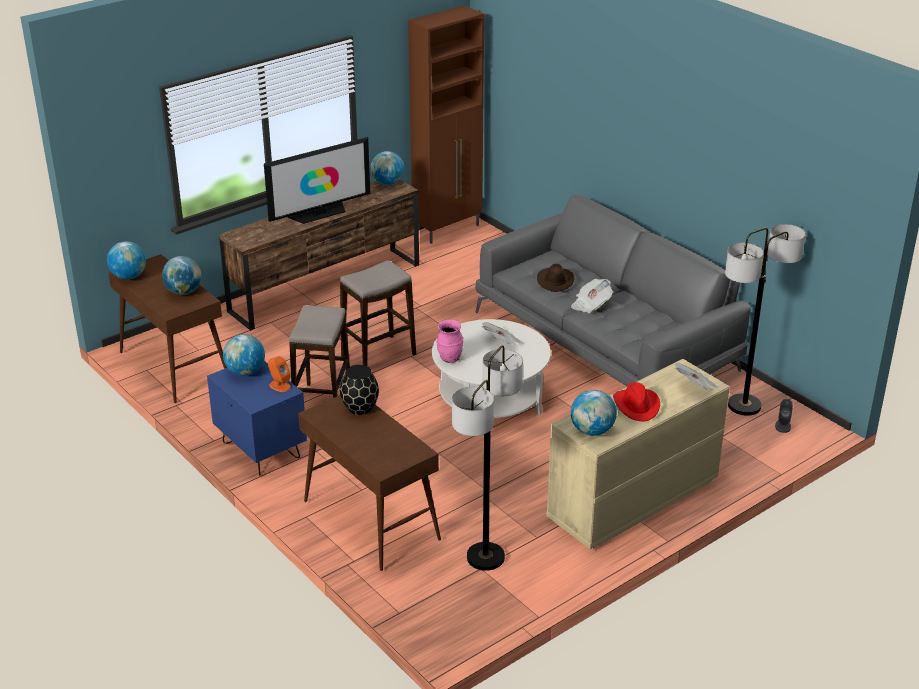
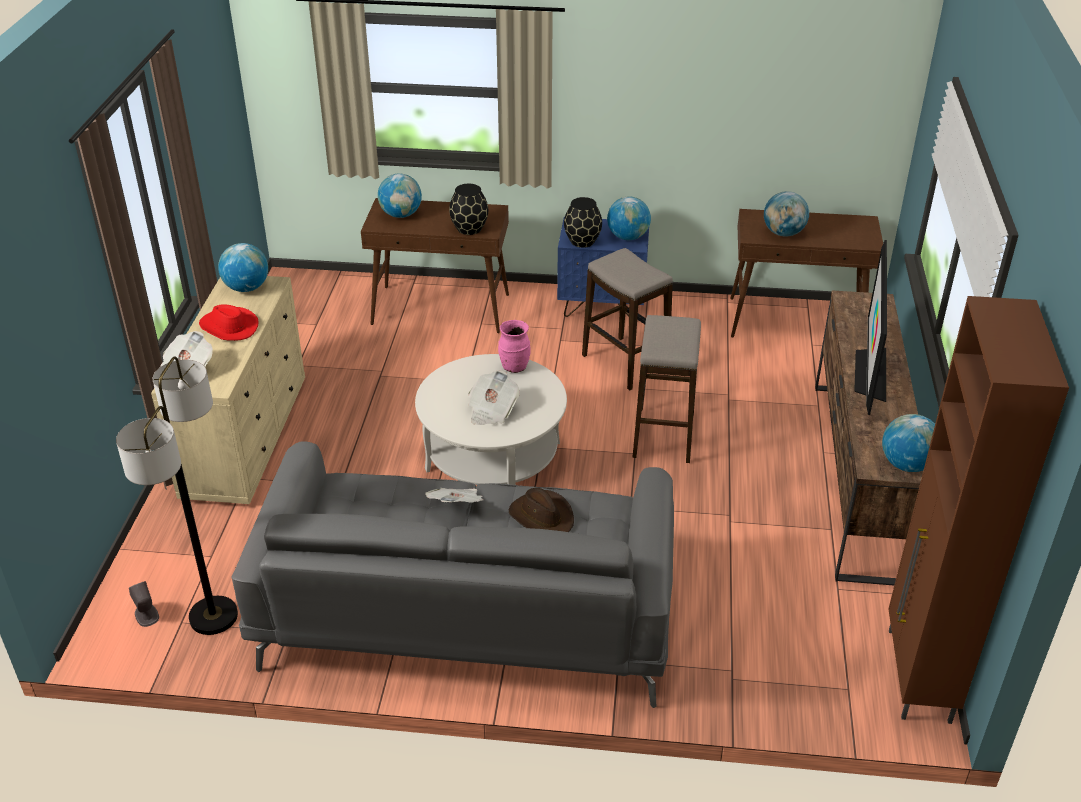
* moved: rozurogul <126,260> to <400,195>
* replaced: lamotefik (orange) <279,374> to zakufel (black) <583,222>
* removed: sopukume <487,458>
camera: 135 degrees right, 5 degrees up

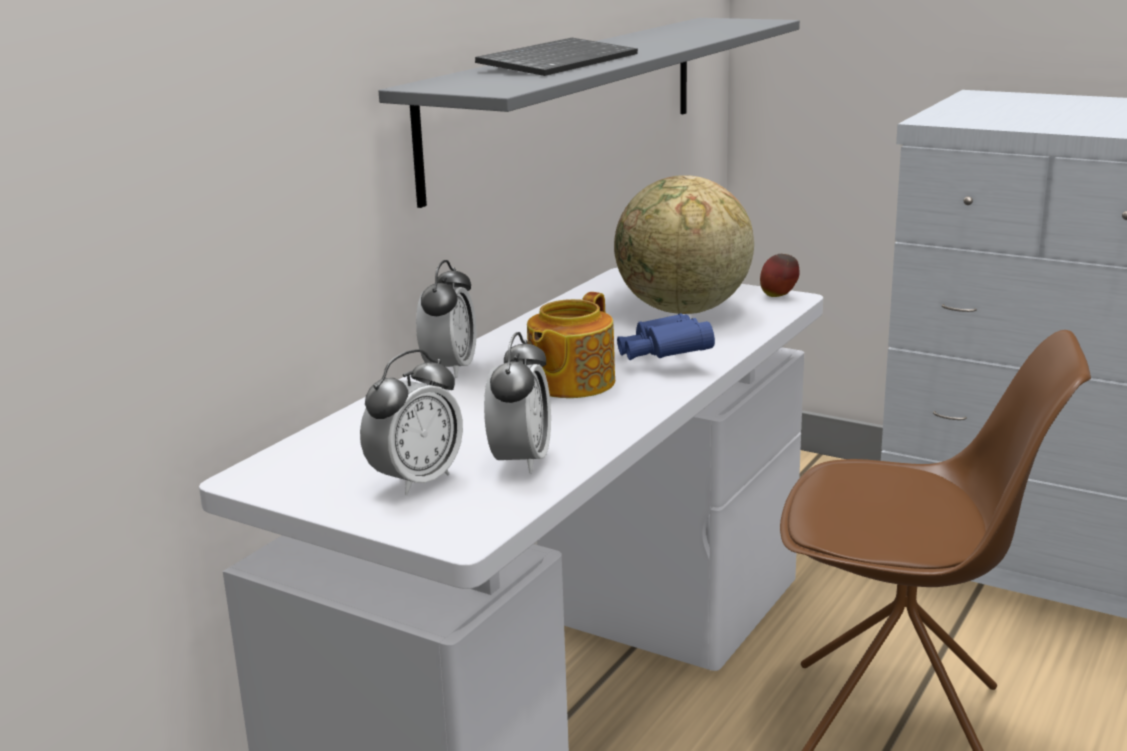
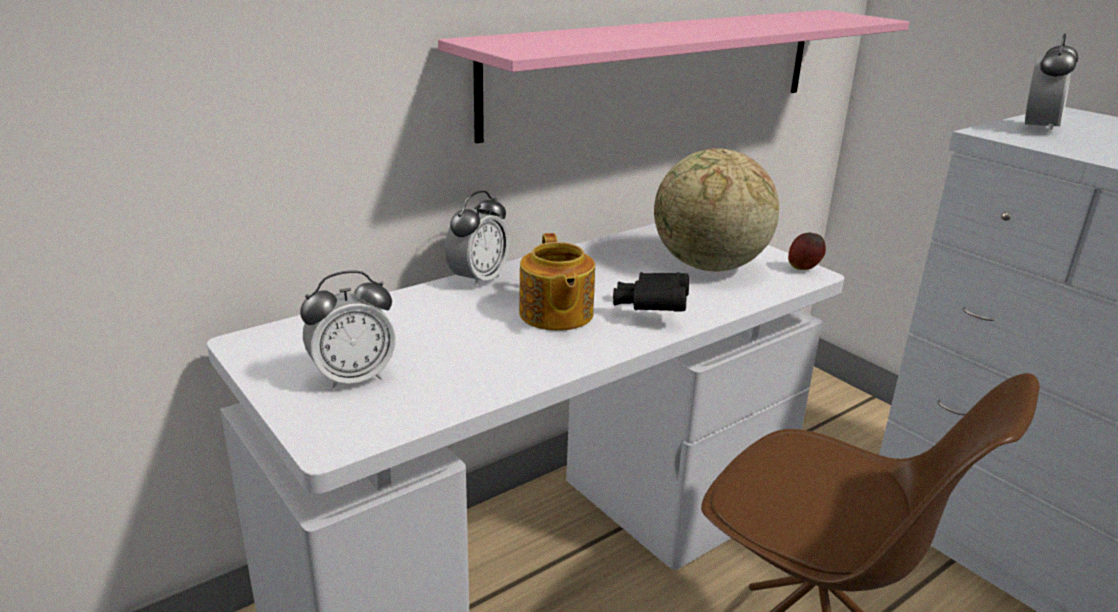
* recoloured: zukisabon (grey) <589,113> to zukisabon (pink) <674,77>
* removed: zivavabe <556,57>
* moved: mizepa <517,403> to <1051,84>
* turned: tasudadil <571,345> = <557,282> 60 degrees counterclockwise
* recoloured: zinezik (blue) <666,336> to zinezik (black) <651,292>
camera: 20 degrees right, 5 degrees up

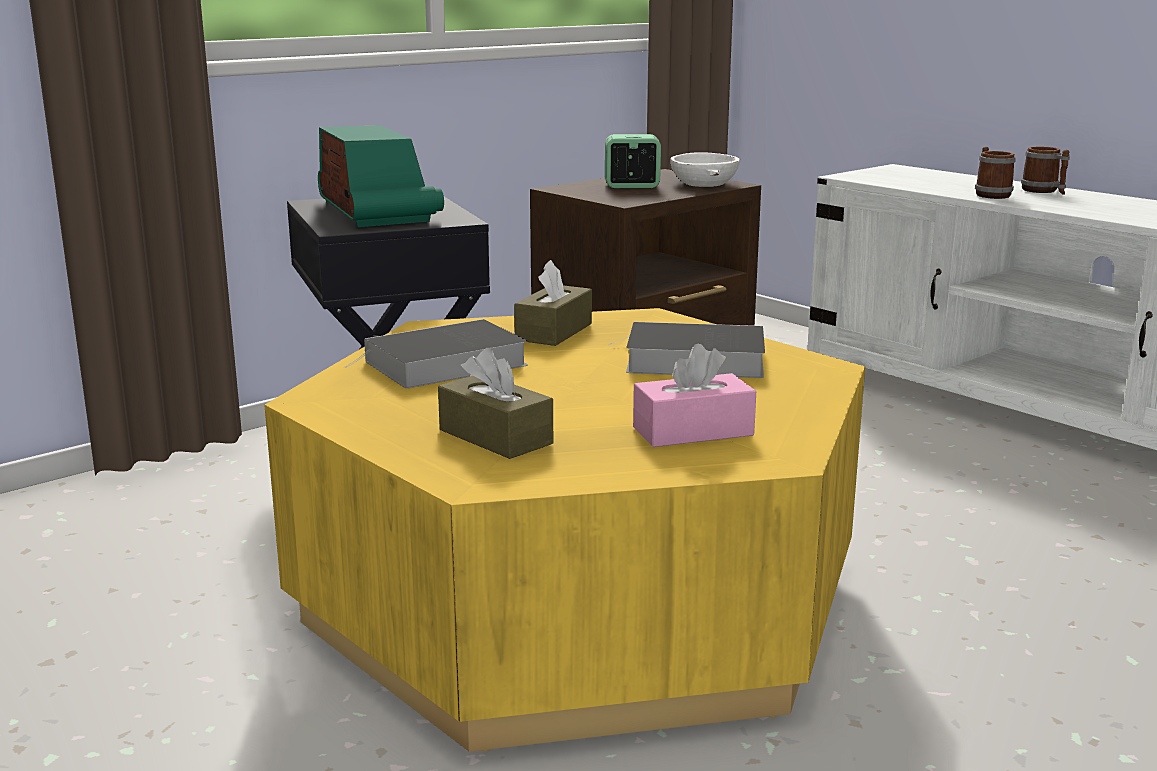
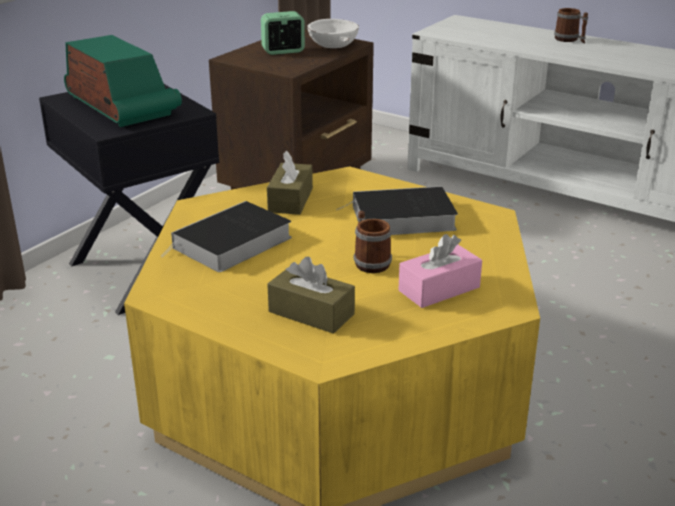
* moved: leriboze <995,173> to <373,242>
camera: 15 degrees left, 10 degrees up

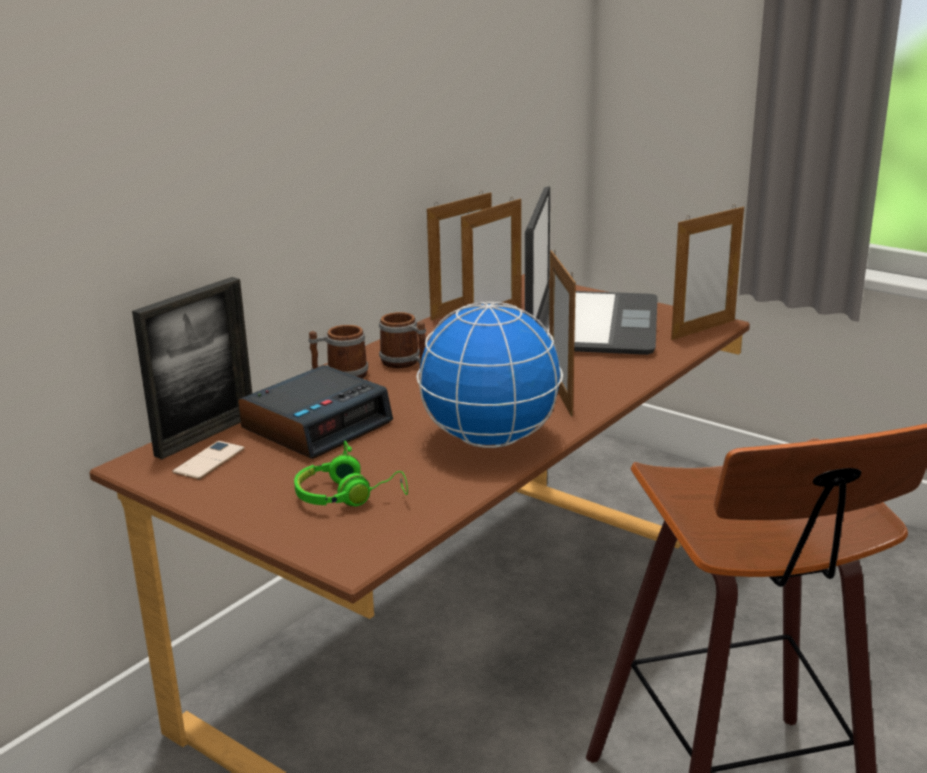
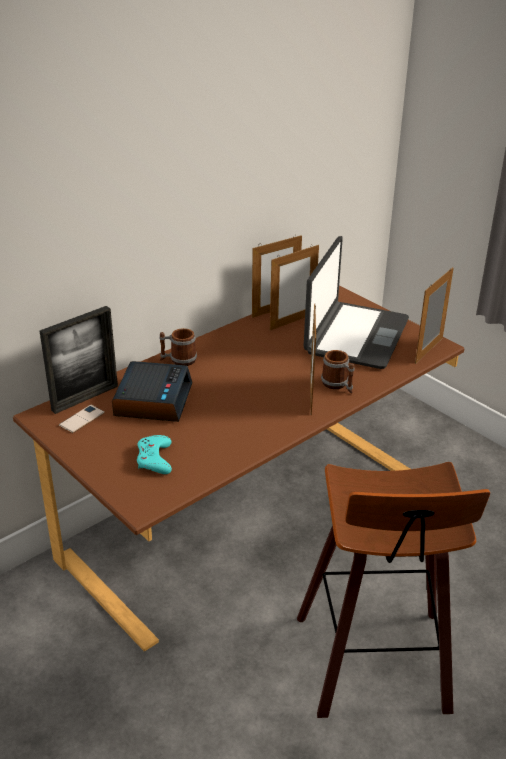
* turned: mizepa <315,412> = <152,391> 45 degrees counterclockwise
* replaced: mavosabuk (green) <351,473> to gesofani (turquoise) <154,454>
* moved: leriboze <402,340> to <338,371>
* removed: rozurogul <489,375>
* turned: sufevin <707,272> = <434,315> 150 degrees clockwise
camera: 10 degrees right, 10 degrees up

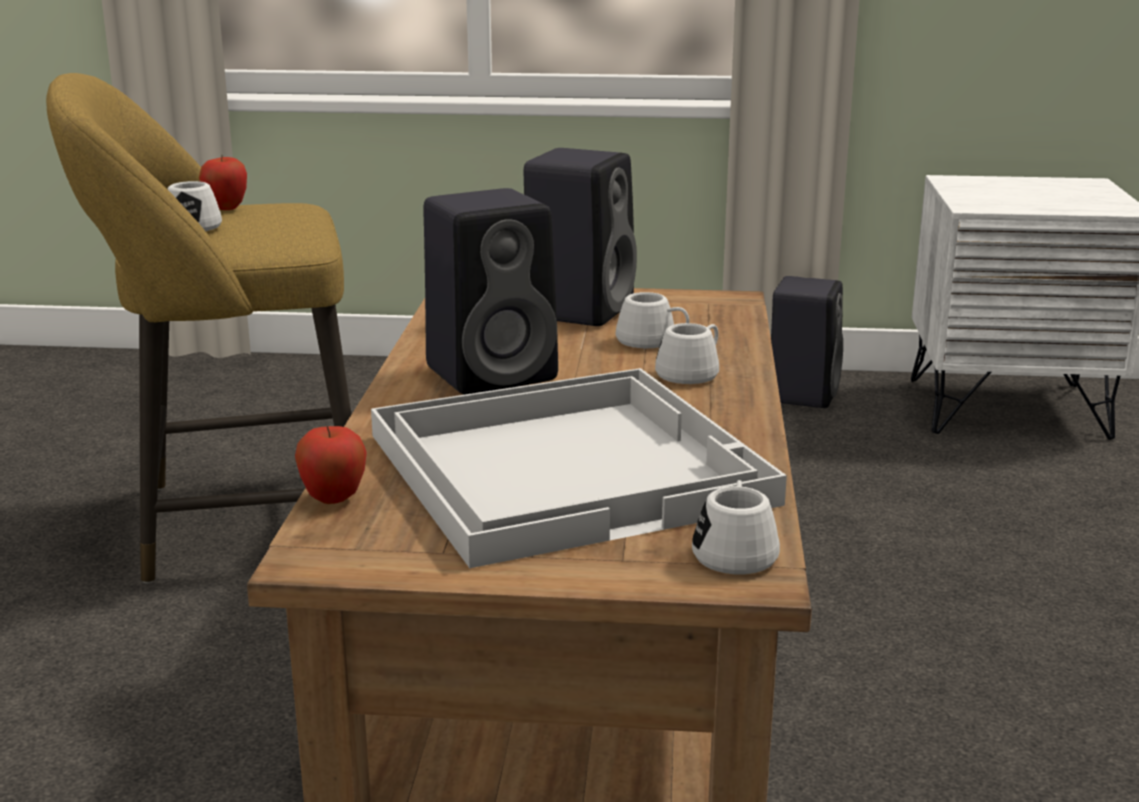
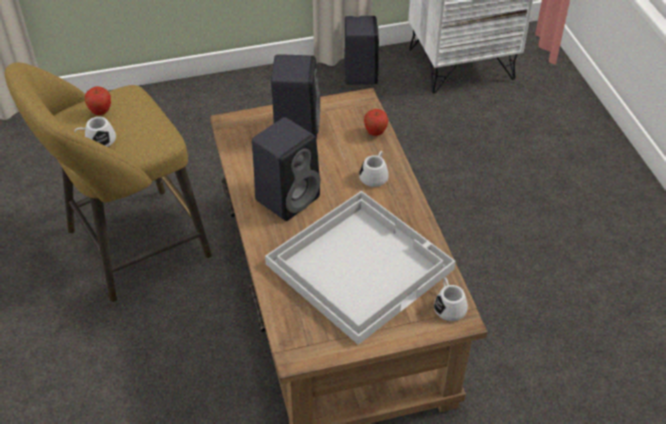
* moved: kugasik <331,465> to <376,122>
* removed: leriboze (white) <652,320>
camera: 20 degrees left, 25 degrees up

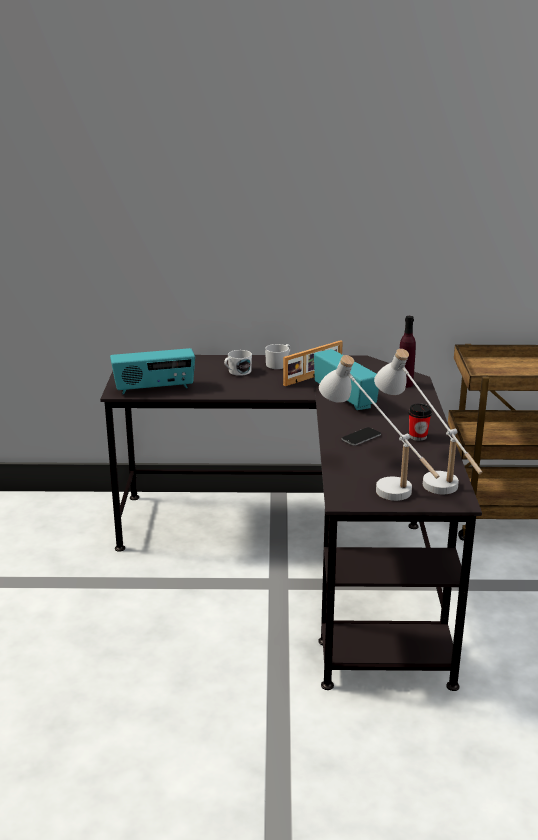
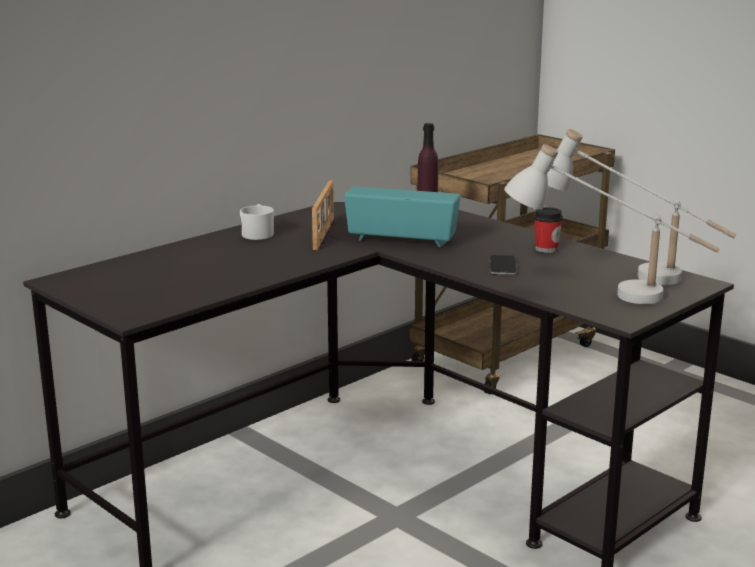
* removed: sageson <152,371>
* removed: leriboze (white) <238,363>
camera: 45 degrees left, 5 degrees down

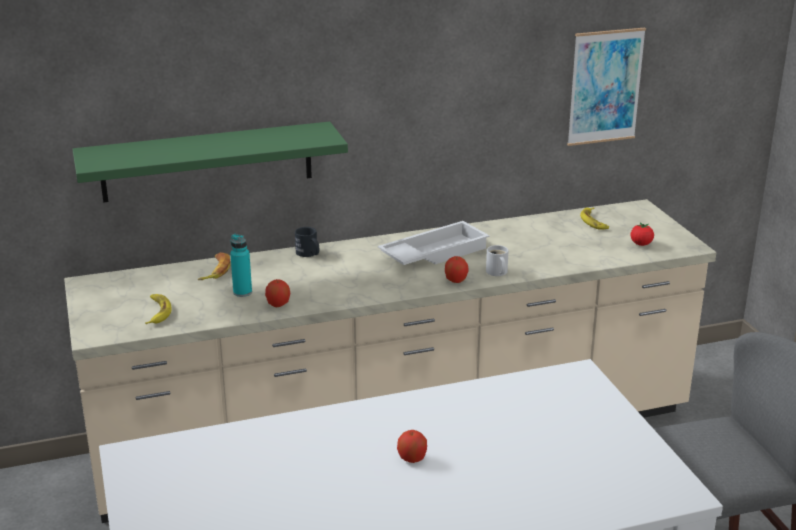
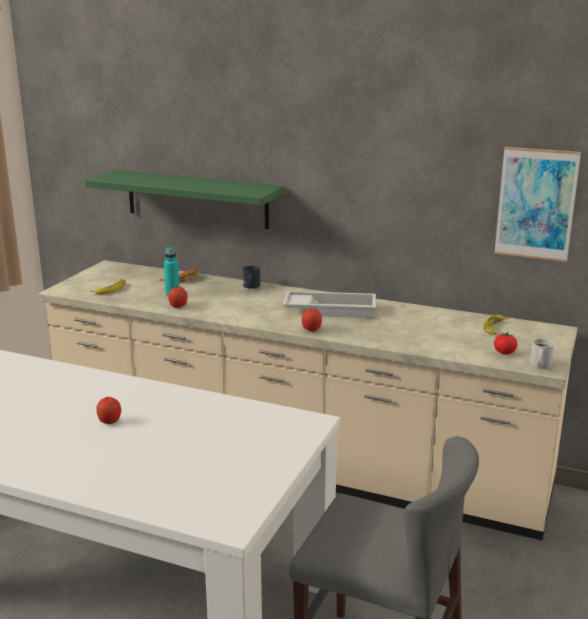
* moved: leriboze (white) <497,260> to <542,353>
camera: 40 degrees right, 5 degrees down

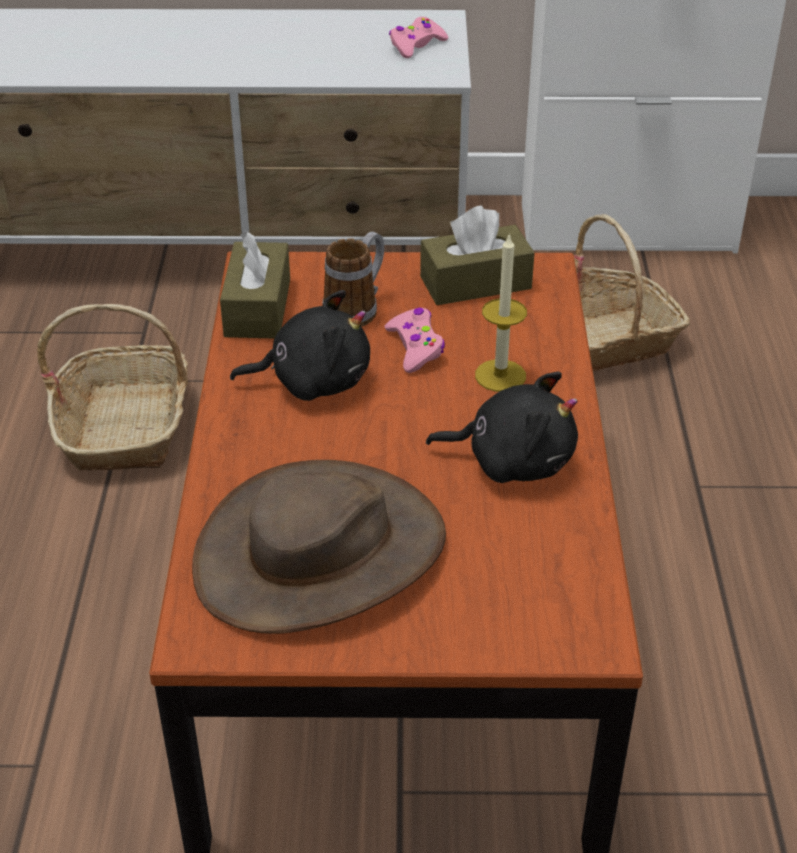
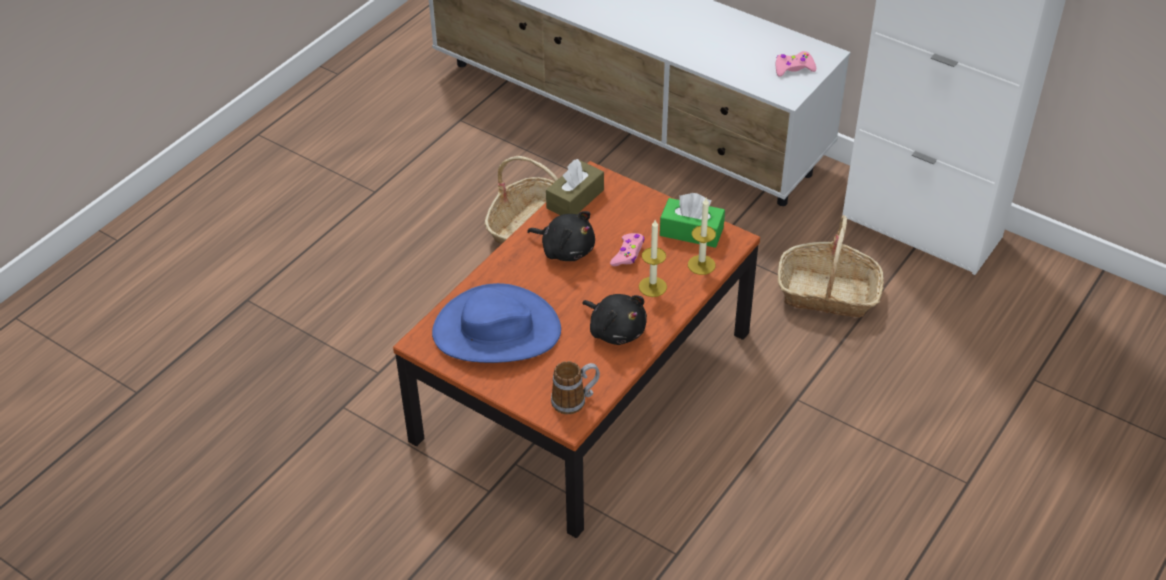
* recoloured: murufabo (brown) <319,547> to murufabo (blue) <496,323>
* moved: leriboze <353,279> to <575,387>
* recoloured: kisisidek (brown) <477,255> to kisisidek (green) <692,220>
* added: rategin <702,236>
camera: 35 degrees right, 5 degrees up

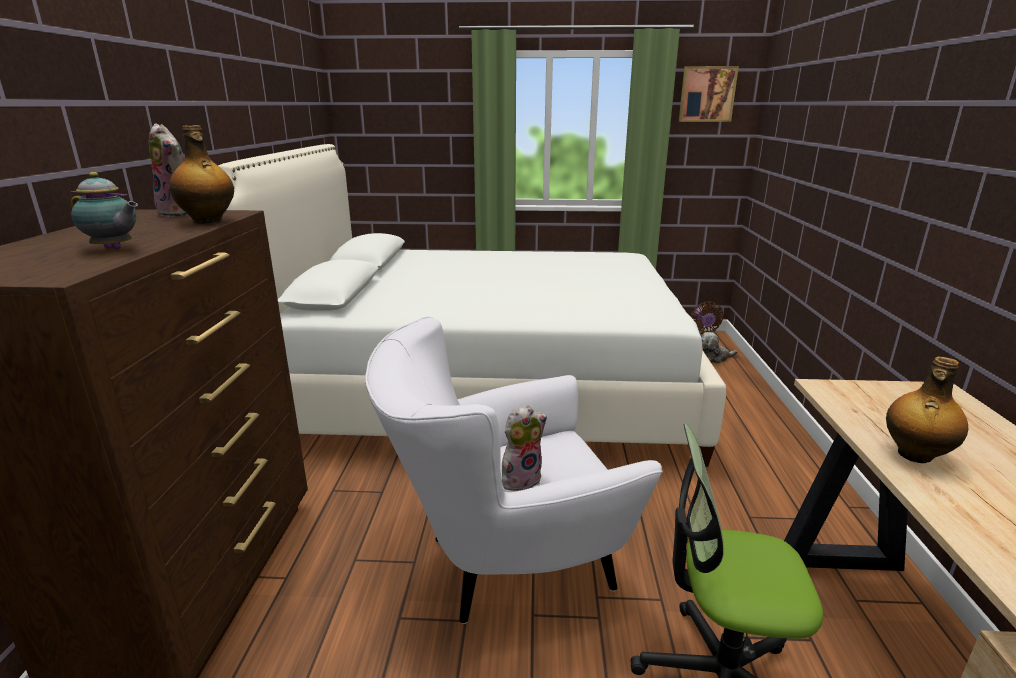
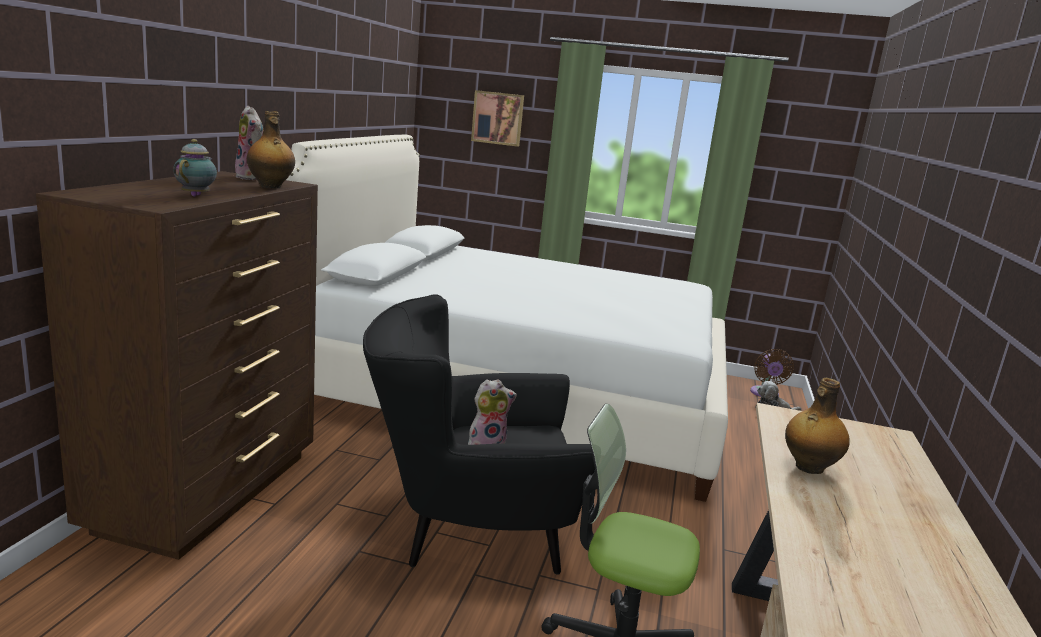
* turned: tasudadil <104,210> = <195,168> 120 degrees counterclockwise
* recoloured: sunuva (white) <514,470> to sunuva (black) <479,434>
* moved: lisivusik <709,94> to <497,118>
camera: 10 degrees right, 5 degrees down

